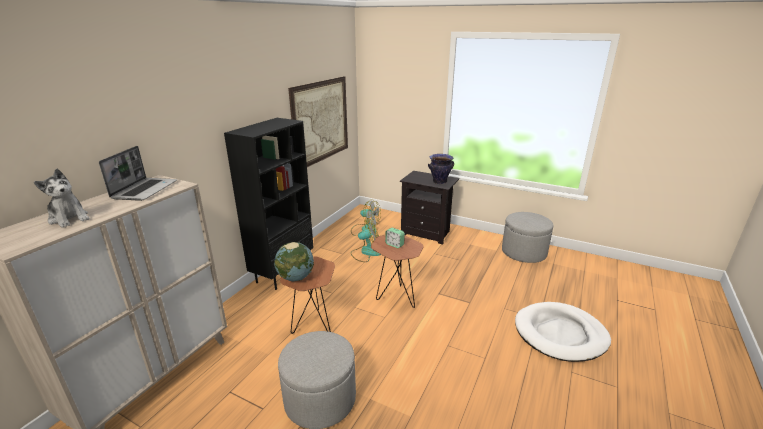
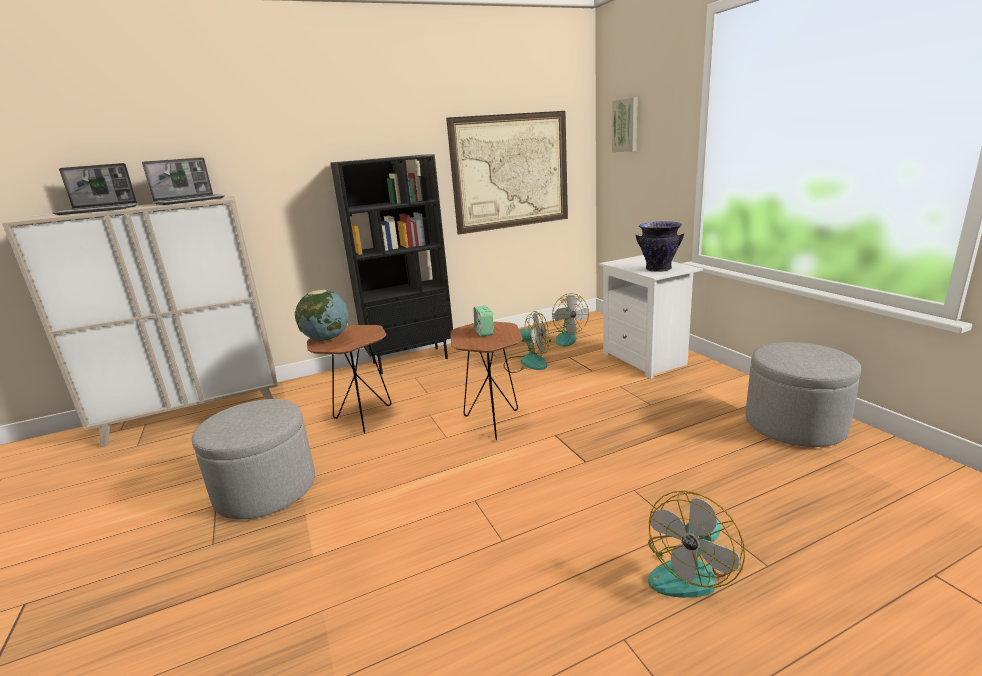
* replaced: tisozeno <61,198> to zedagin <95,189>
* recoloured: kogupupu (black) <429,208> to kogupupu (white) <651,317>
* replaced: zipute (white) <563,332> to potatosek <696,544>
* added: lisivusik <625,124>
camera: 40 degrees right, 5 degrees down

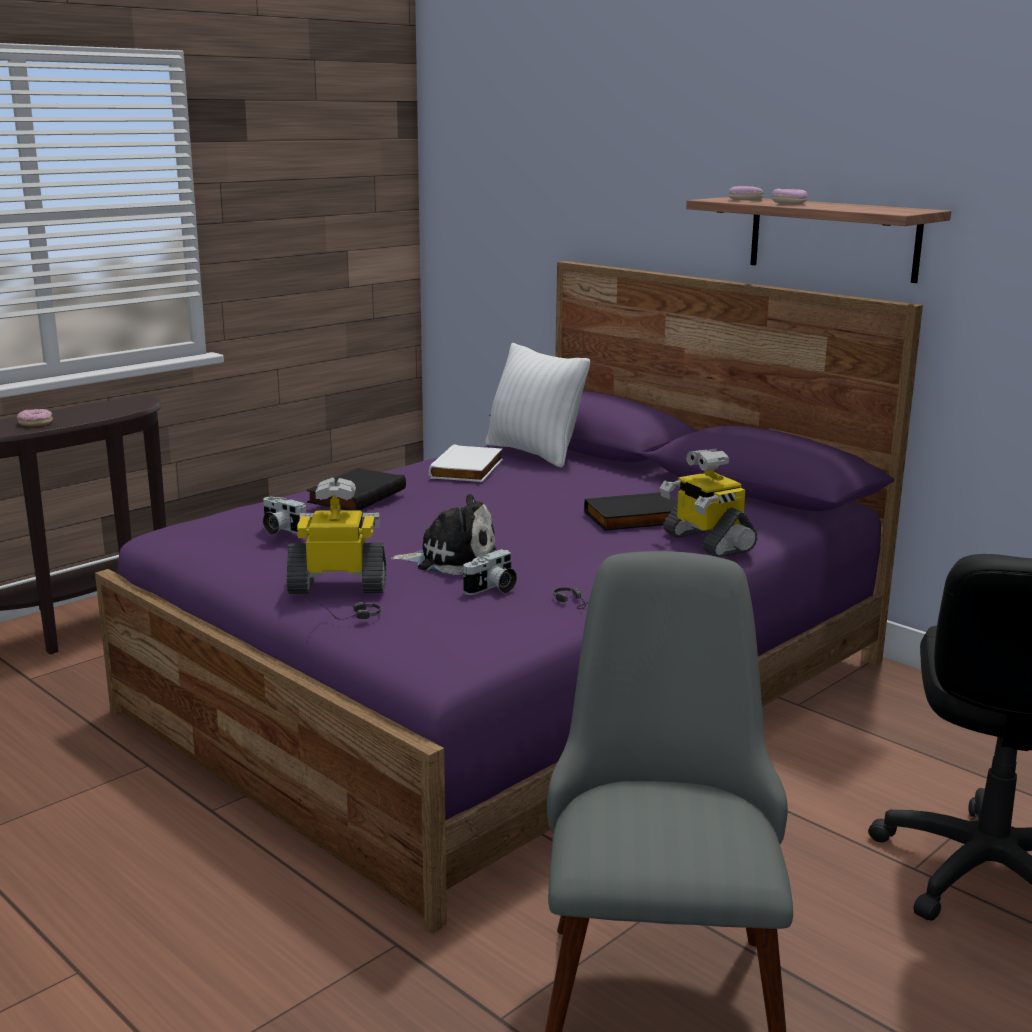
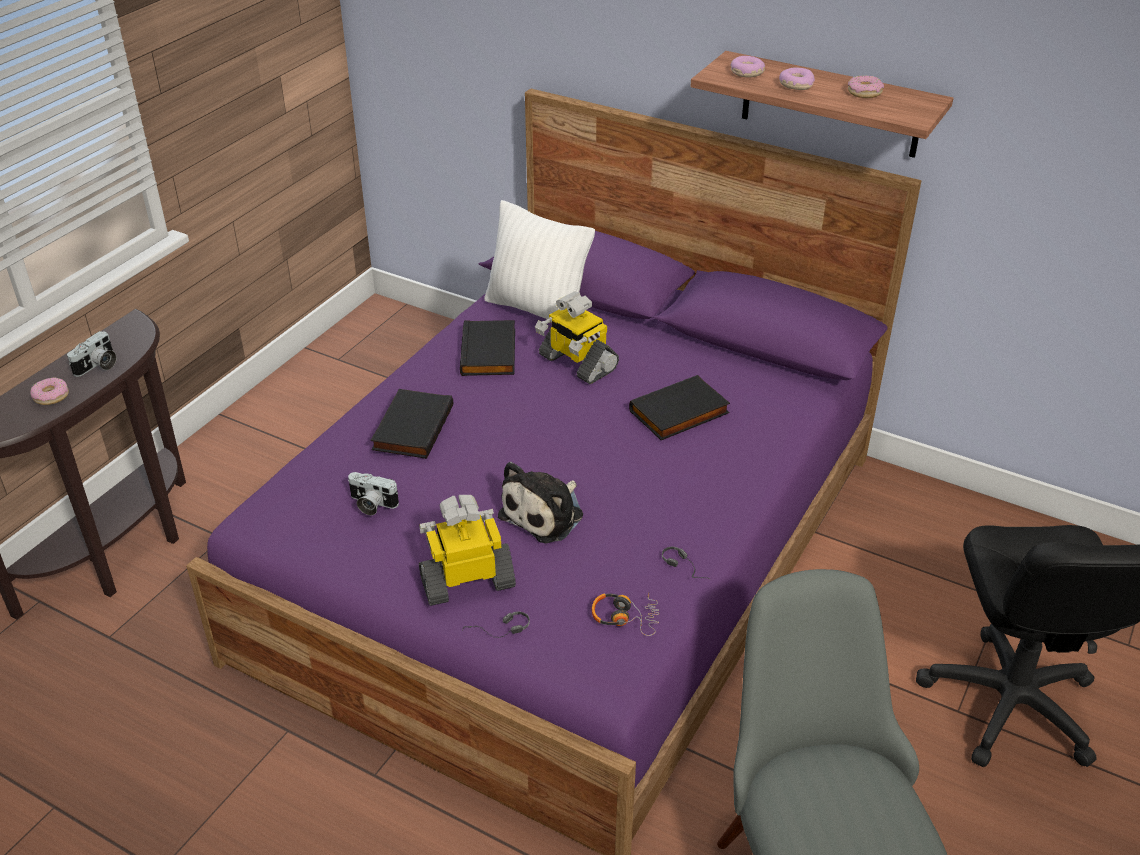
* turned: tisozeno <443,534> = <540,502> 135 degrees clockwise
* recoloured: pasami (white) <466,463> to pasami (black) <487,348>
* moved: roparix <490,572> to <92,354>
* moved: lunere <709,503> to <577,338>
* added: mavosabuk <625,614>
* added: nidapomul <866,87>
camera: 15 degrees left, 20 degrees up

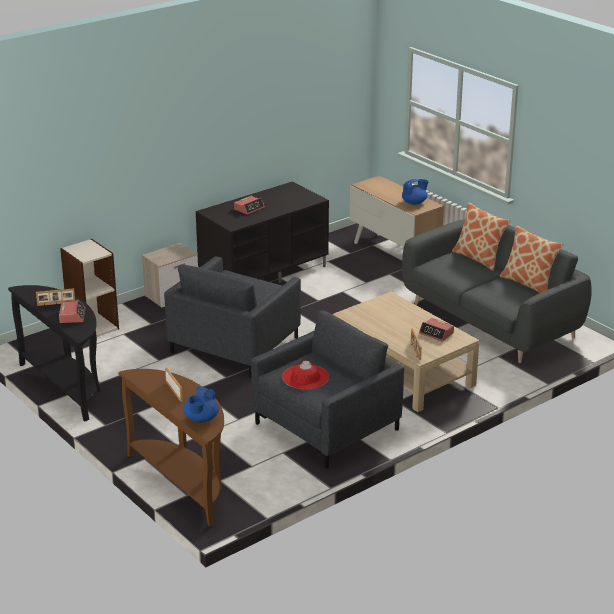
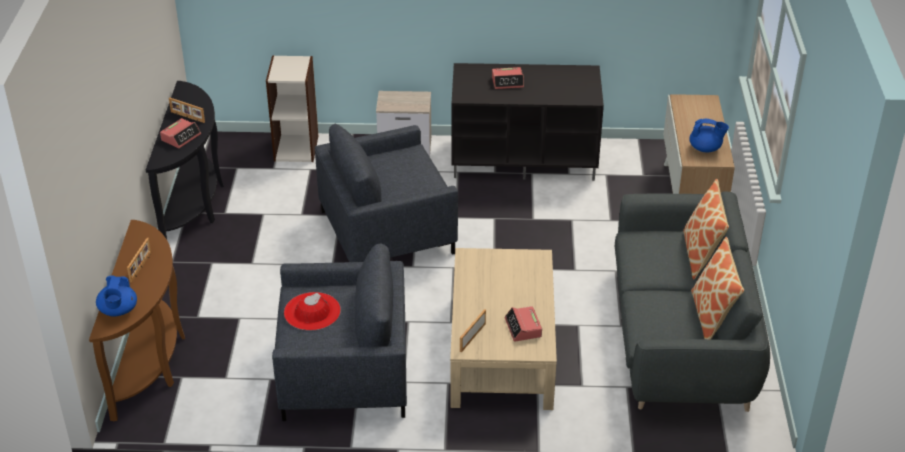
* turned: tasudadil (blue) <201,404> = <116,296> 60 degrees counterclockwise
camera: 40 degrees right, 10 degrees up

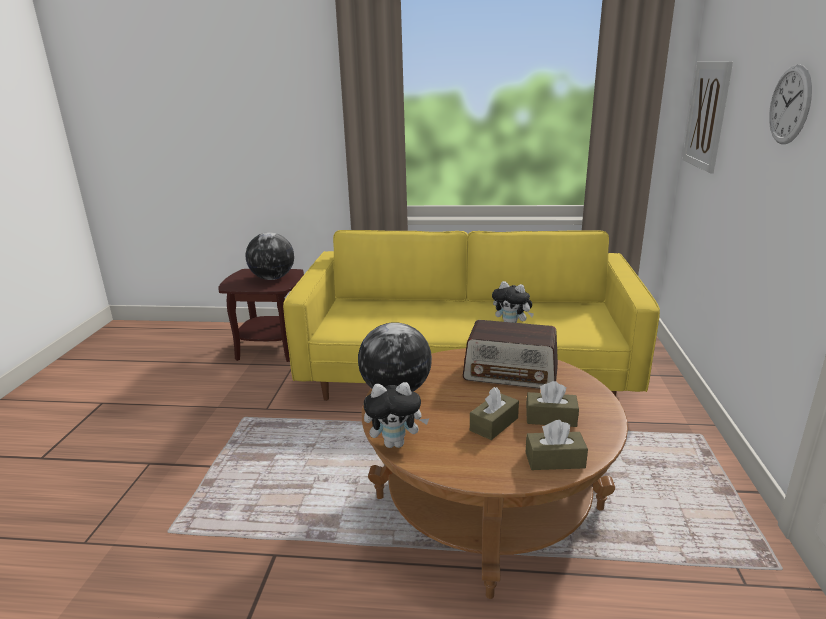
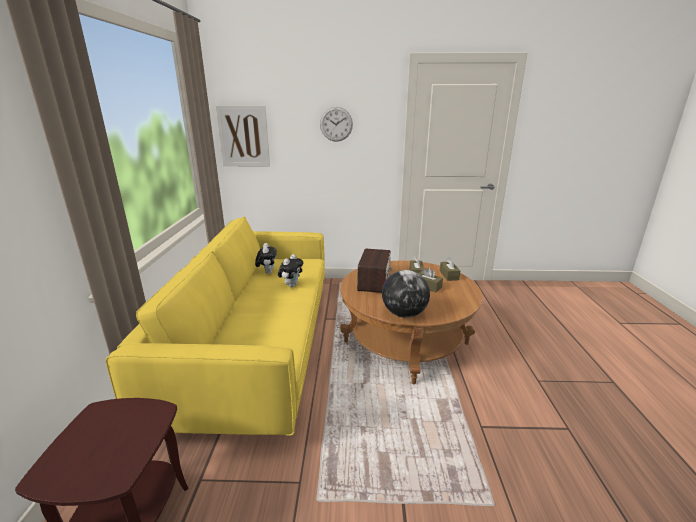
* removed: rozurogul <270,256>
* moved: tisozeno <396,415> to <266,258>
camera: 95 degrees left, 0 degrees up

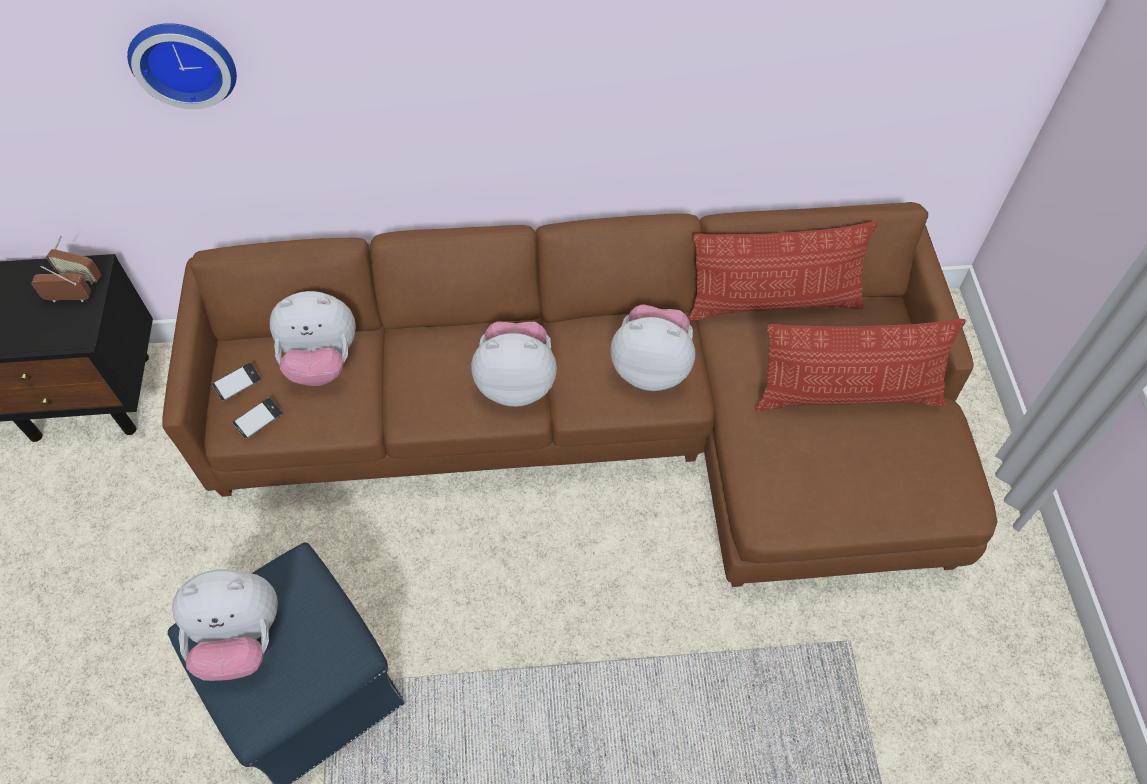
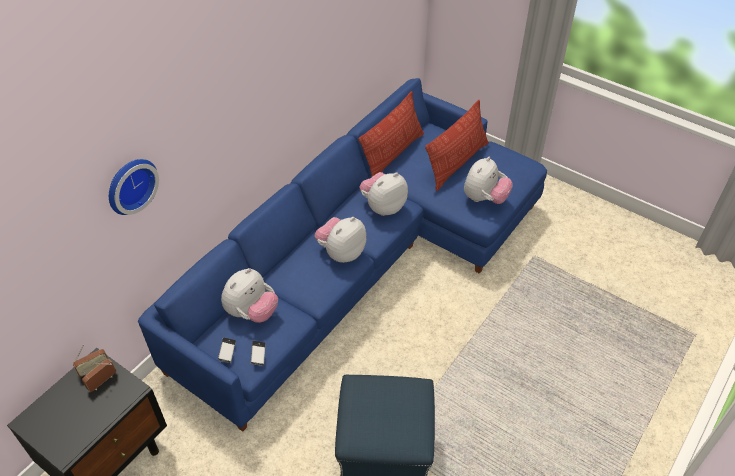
* recoloured: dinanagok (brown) <579,394> to dinanagok (blue) <342,255>
* moved: tisozeno <225,625> to <488,180>
camera: 50 degrees left, 10 degrees down

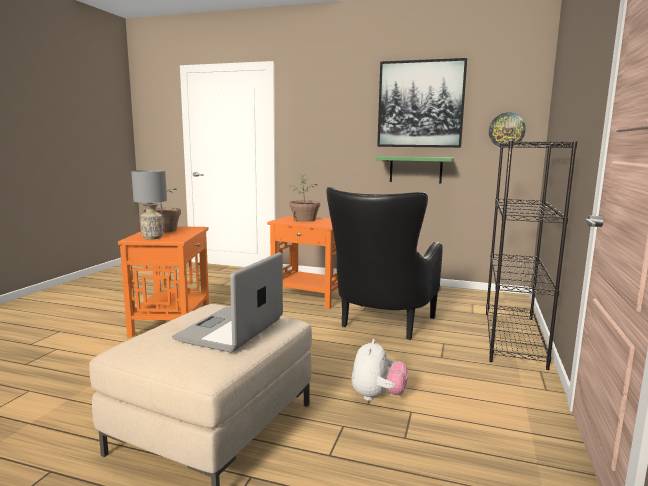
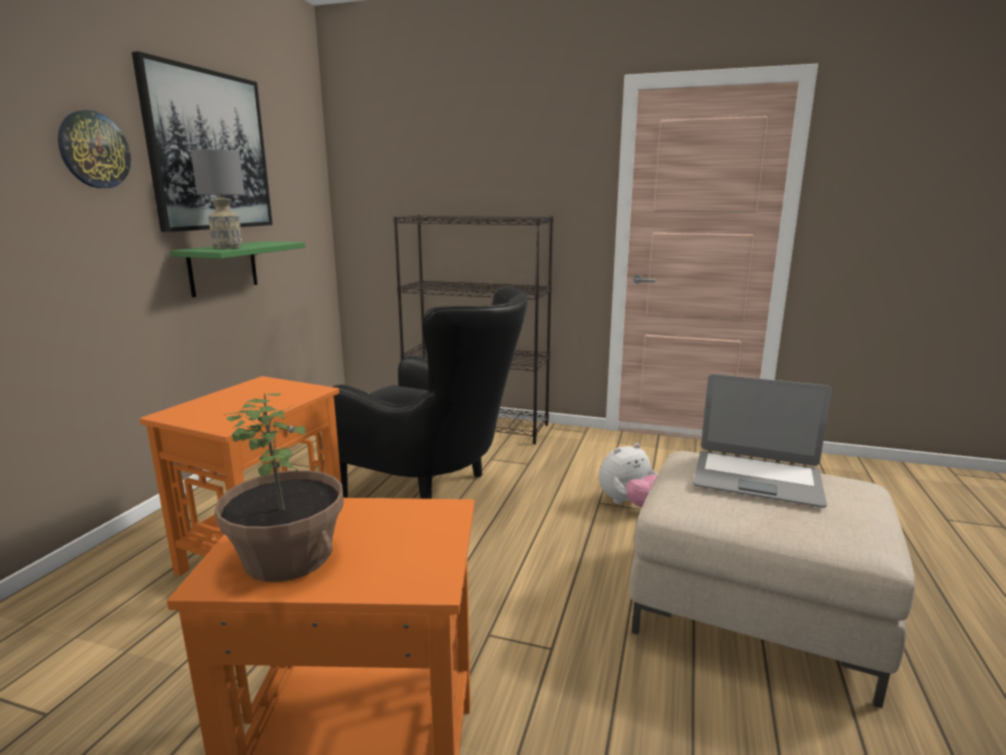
* moved: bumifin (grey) <149,204> to <217,199>
* removed: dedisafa <304,197>
* turned: tisozeno <380,370> = <628,475> 135 degrees clockwise
* moved: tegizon <507,130> to <94,149>
camera: 90 degrees left, 5 degrees up

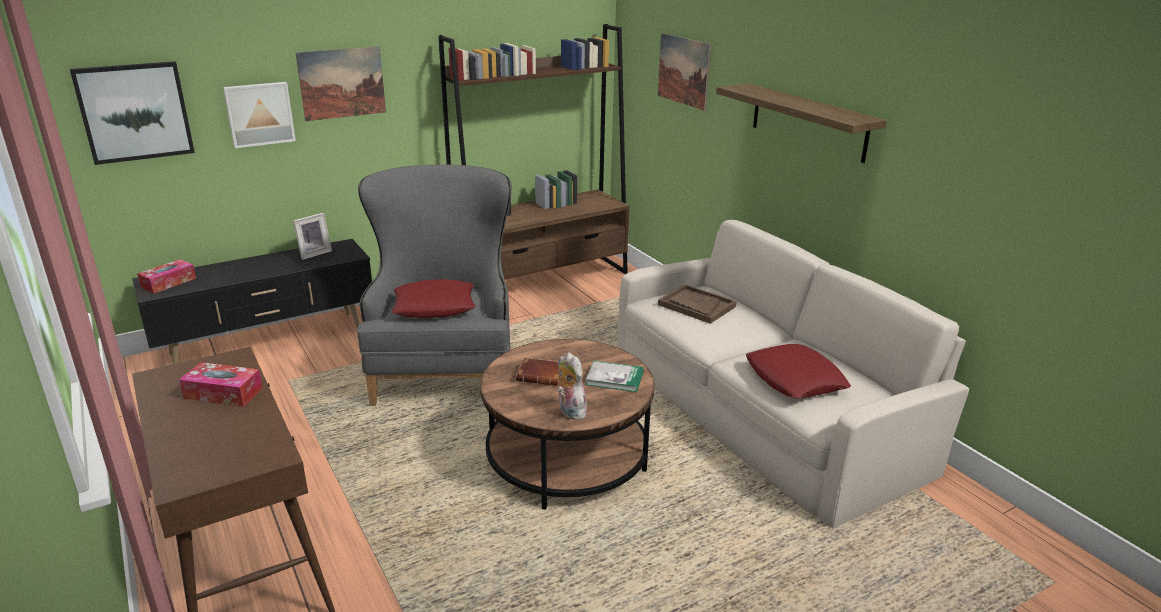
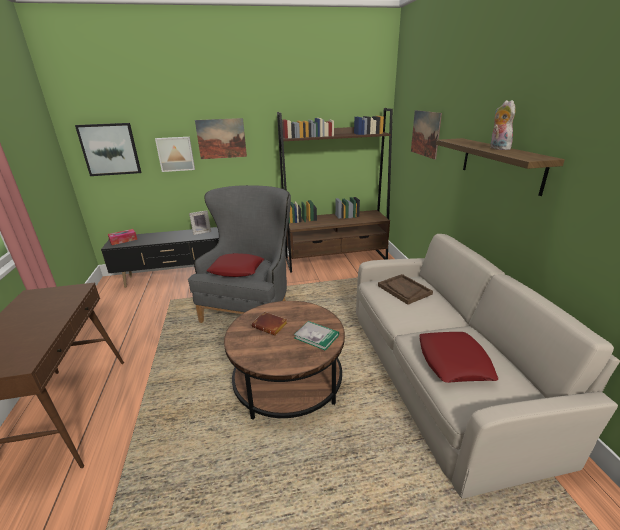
* removed: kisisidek <221,384>
* moved: tisozeno <573,386> to <503,125>
camera: 20 degrees right, 0 degrees up

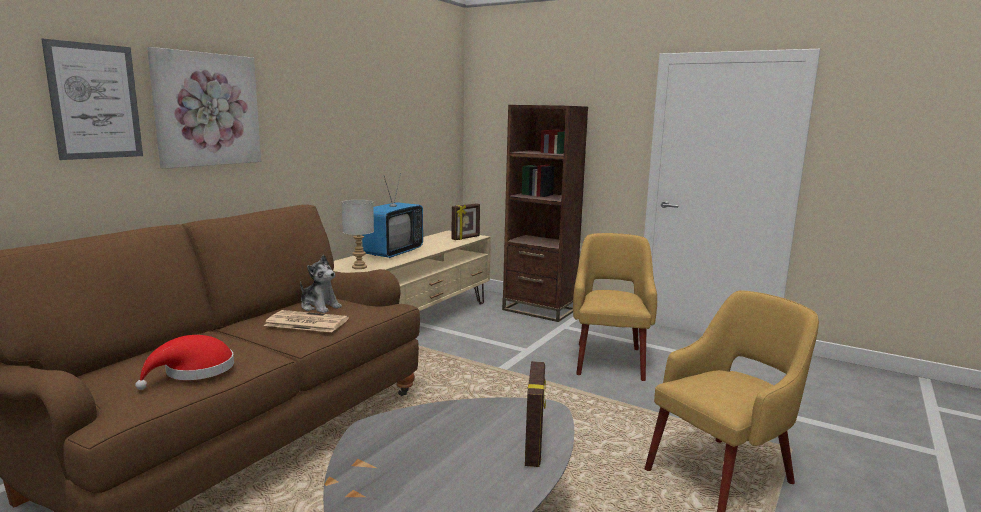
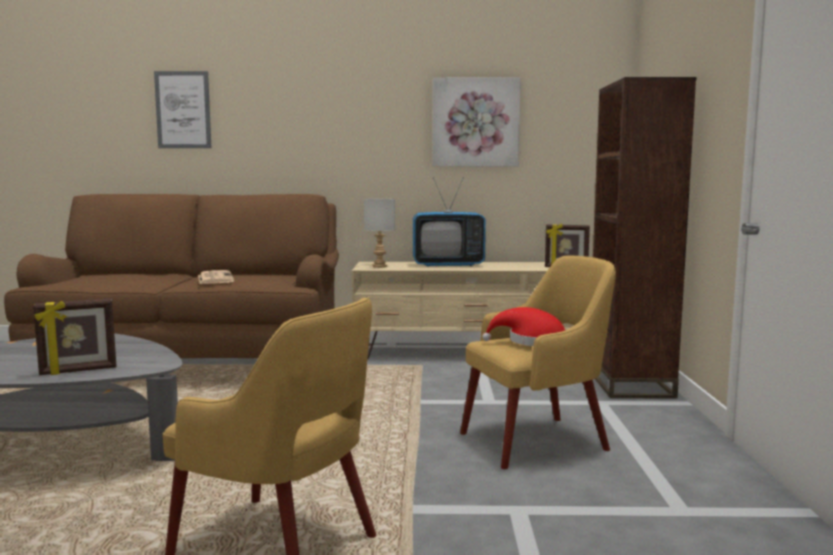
* moved: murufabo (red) <184,362> to <523,326>
* moved: lisivusik <204,108> to <476,122>
* removed: tisozeno <321,284>
camera: 60 degrees right, 5 degrees down

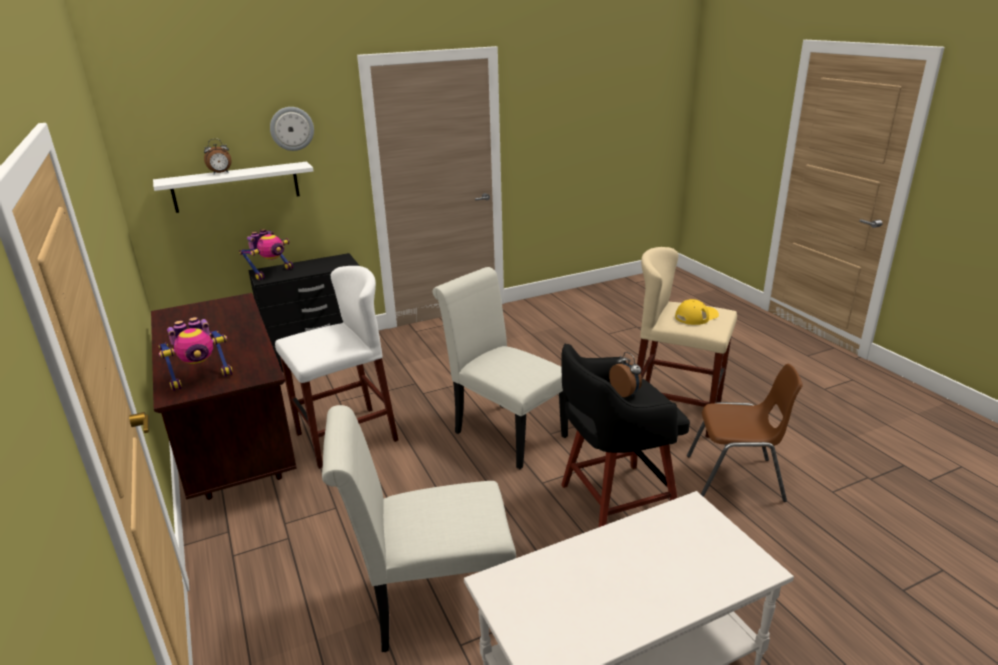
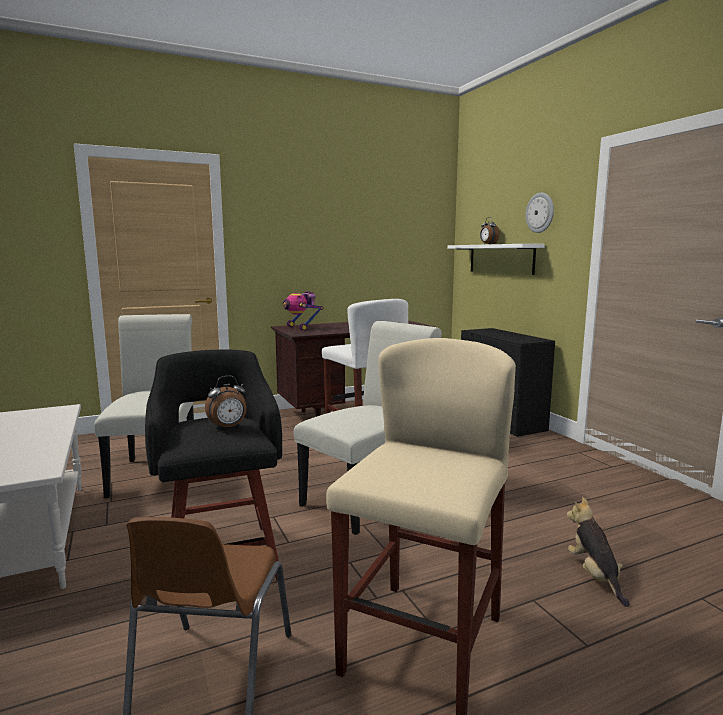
* removed: lunere <266,254>
* removed: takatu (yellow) <697,312>
* added: tisozeno <598,552>
camera: 90 degrees right, 15 degrees down

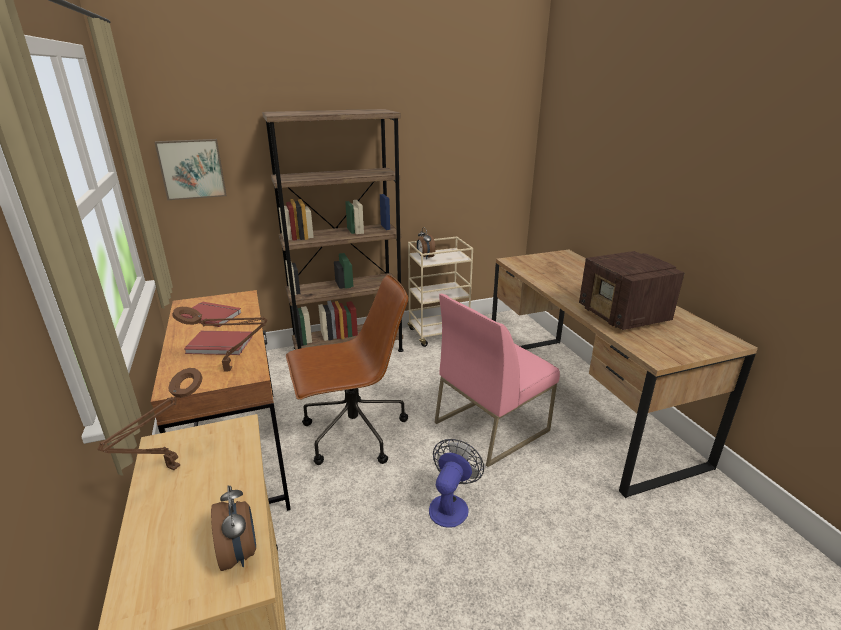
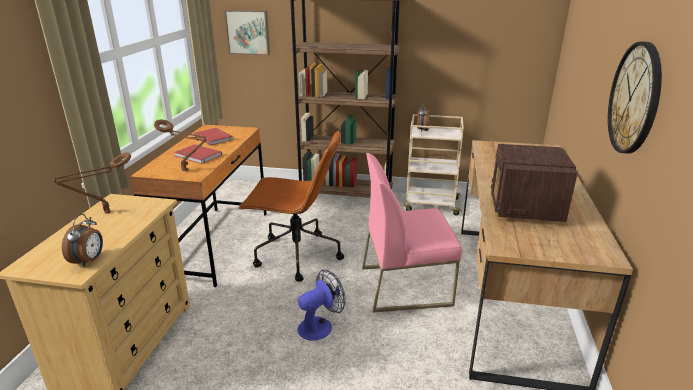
* added: tegizon <635,98>
camera: 30 degrees right, 0 degrees up

